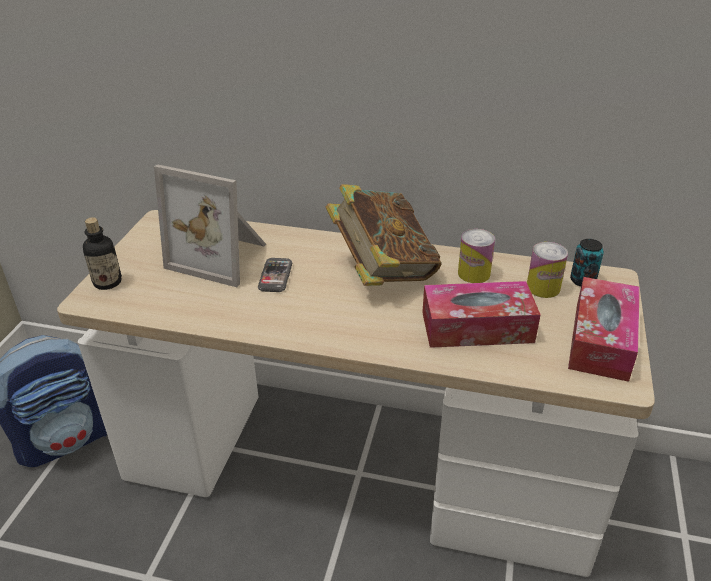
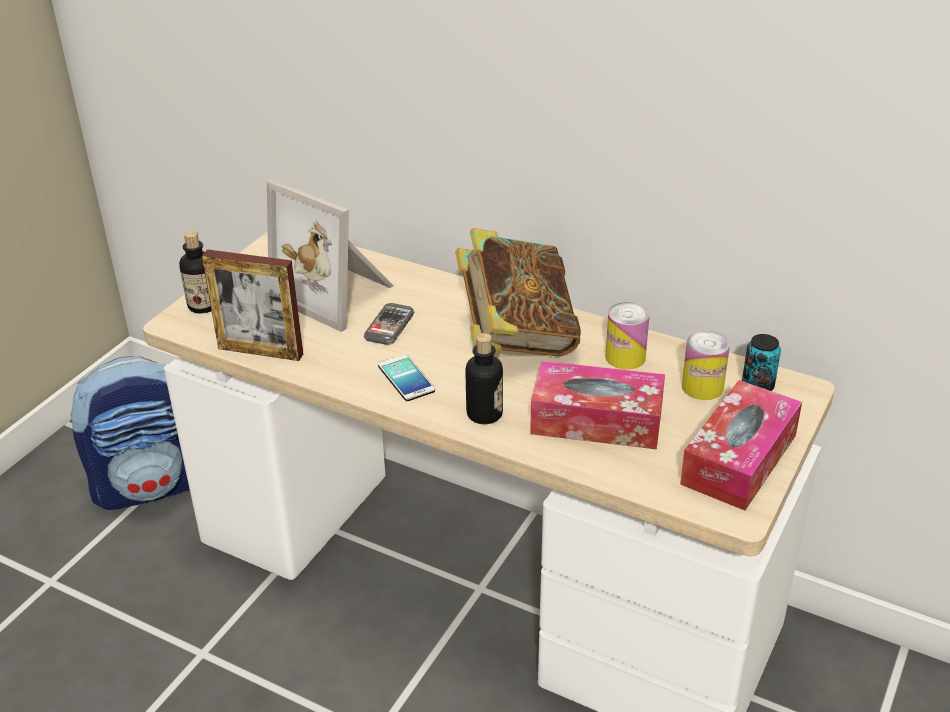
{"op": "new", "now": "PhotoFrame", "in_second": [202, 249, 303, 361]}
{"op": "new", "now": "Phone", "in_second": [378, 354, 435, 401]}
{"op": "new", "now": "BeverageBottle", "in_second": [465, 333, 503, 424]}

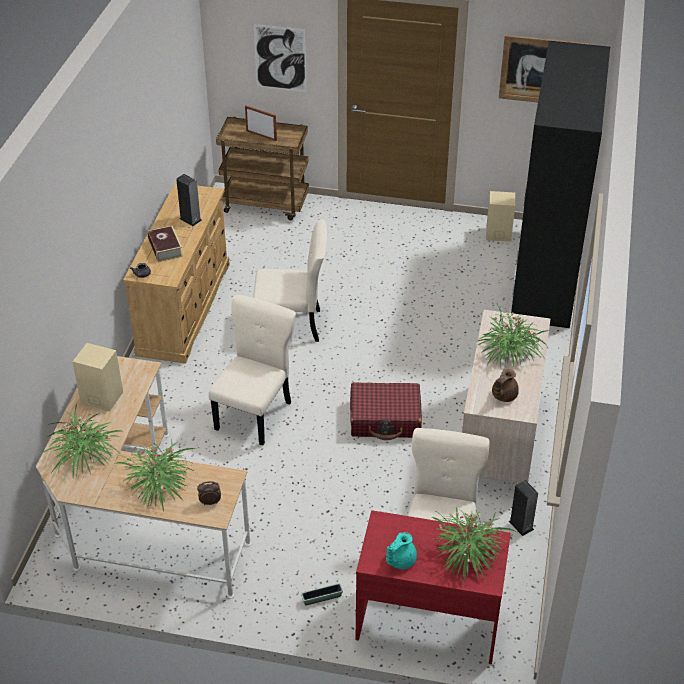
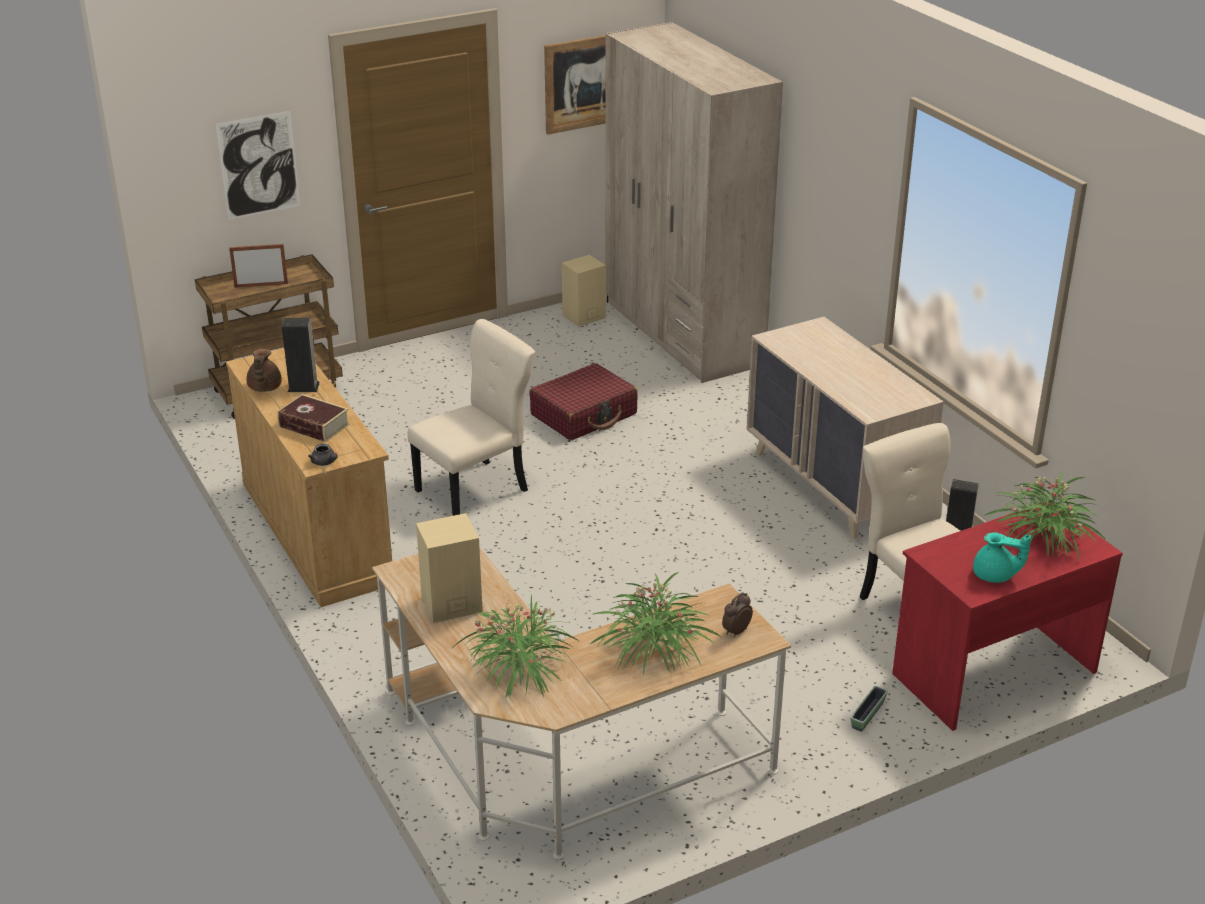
{"op": "shifted", "was": "BrownColouredTeaPot", "in_first": [492, 369, 519, 402], "in_second": [246, 349, 282, 392]}
{"op": "shifted", "was": "RedPieceOfLuggage", "in_first": [350, 382, 422, 440], "in_second": [529, 363, 637, 440]}
{"op": "repainted", "was": "BlackColouredWardrobe", "now": "BeigeColouredWardrobe", "in_first": [511, 41, 610, 328], "in_second": [605, 22, 783, 383]}
{"op": "rotated", "was": "TurquoiseColouredTeaPot", "in_first": [386, 532, 417, 569], "in_second": [973, 532, 1031, 583], "clockwise": -75}
{"op": "gone", "was": "BeigeColouredPlainChair", "in_first": [209, 295, 296, 446]}
{"op": "gone", "was": "PlantInAPot", "in_first": [478, 304, 548, 370]}

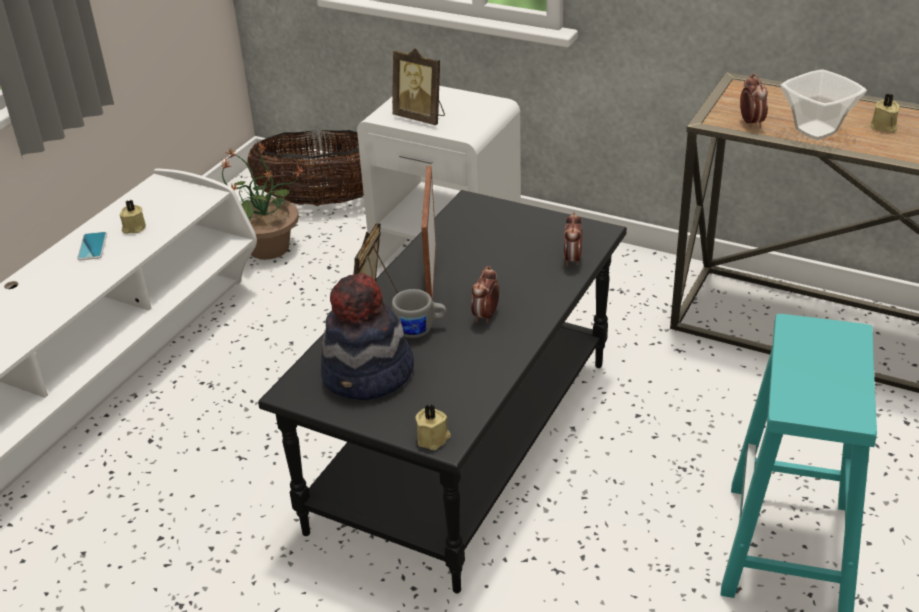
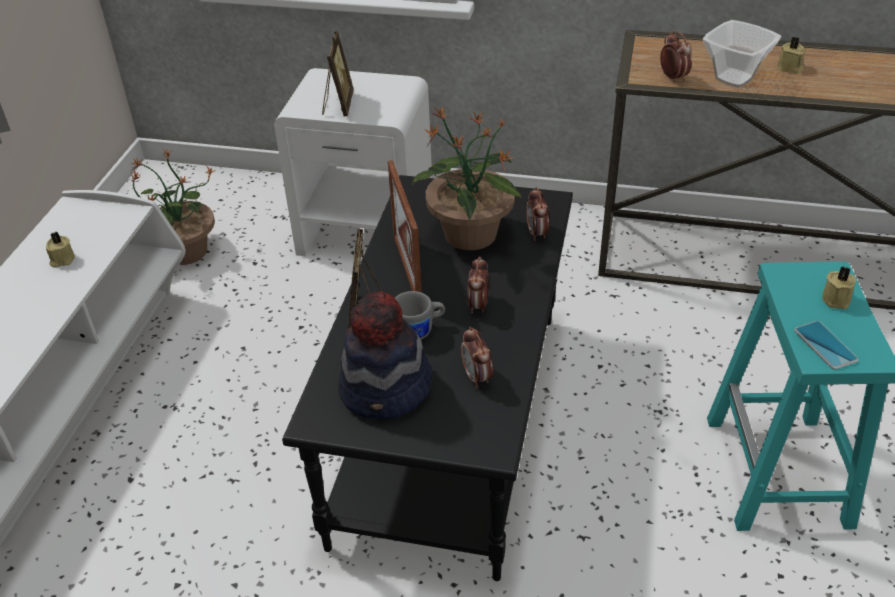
{"op": "rotated", "was": "PhotoFrame", "in_first": [392, 48, 445, 125], "in_second": [322, 31, 354, 116], "clockwise": -105}
{"op": "new", "now": "PlantInAPot", "in_second": [412, 106, 522, 250]}
{"op": "new", "now": "AlarmClock", "in_second": [461, 327, 493, 388]}
{"op": "shifted", "was": "Phone", "in_first": [77, 232, 107, 260], "in_second": [794, 321, 858, 369]}
{"op": "shifted", "was": "BeigeColouredCandle", "in_first": [416, 404, 451, 450], "in_second": [822, 267, 856, 309]}
{"op": "gone", "was": "HouseholdBasket", "in_first": [246, 130, 364, 205]}

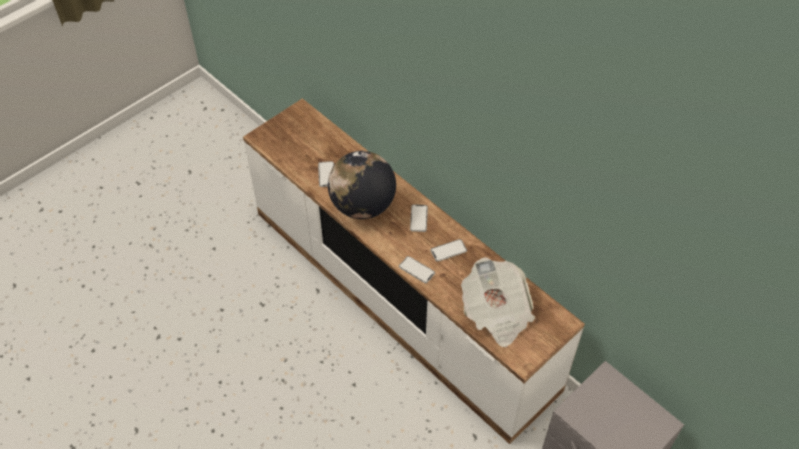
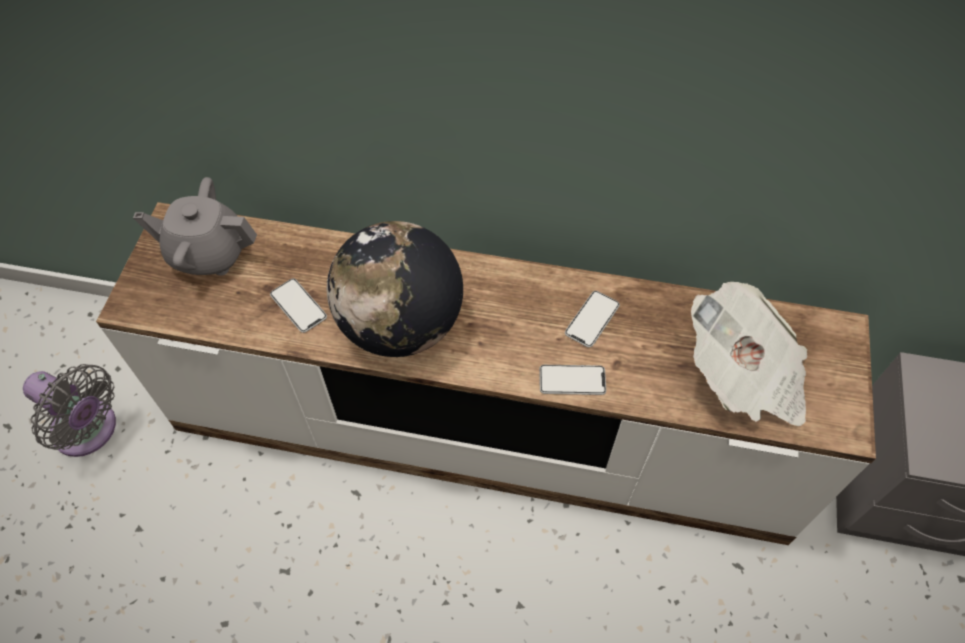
{"op": "new", "now": "GrayCoolingFan", "in_second": [23, 364, 116, 457]}
{"op": "new", "now": "GrayTeaPot", "in_second": [133, 177, 257, 276]}
{"op": "gone", "was": "Phone", "in_first": [410, 204, 428, 232]}

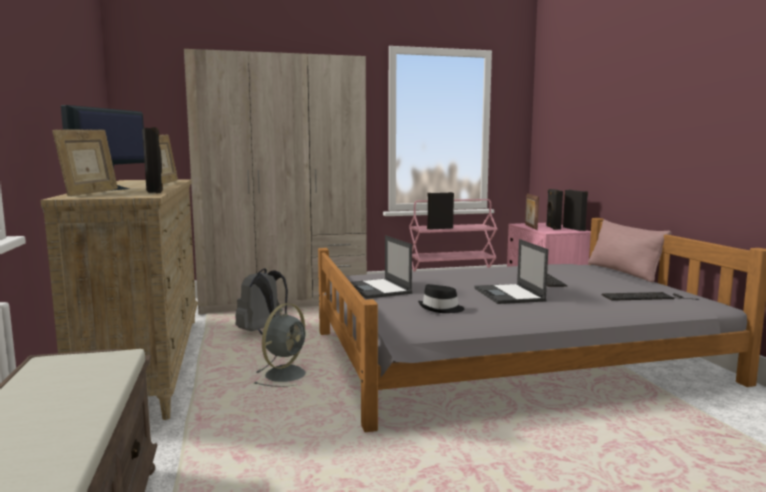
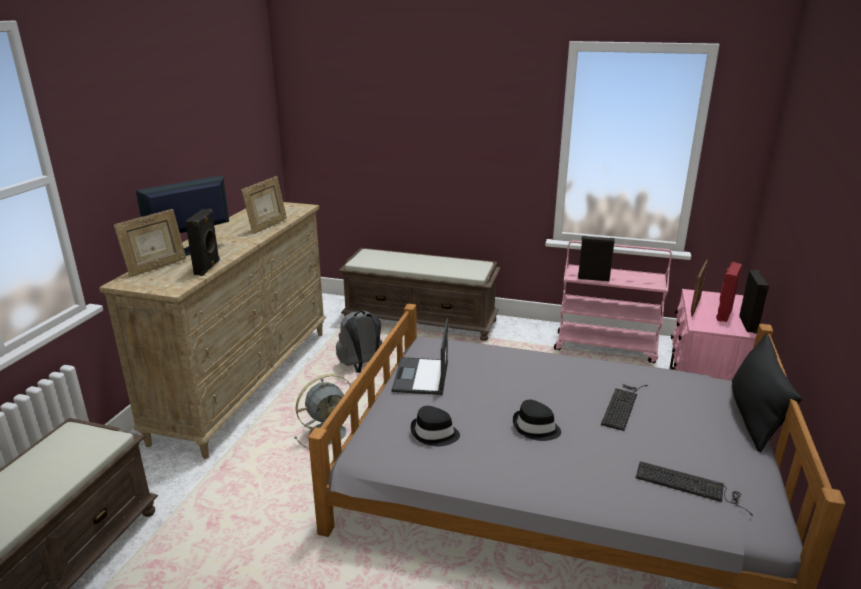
{"op": "swapped", "was": "BeigeColouredWardrobe", "now": "BrownColouredBench", "in_first": [184, 49, 367, 315], "in_second": [338, 248, 501, 341]}
{"op": "swapped", "was": "NotebookComputer", "now": "BlackColouredClothingHat", "in_first": [475, 239, 548, 304], "in_second": [513, 400, 561, 441]}
{"op": "repainted", "was": "BlackColouredSpeaker", "now": "RedSpeaker", "in_first": [546, 189, 563, 230], "in_second": [716, 262, 742, 322]}
{"op": "repainted", "was": "PinkColouredPillow", "now": "BlackColouredPillow", "in_first": [588, 220, 671, 283], "in_second": [732, 334, 802, 452]}

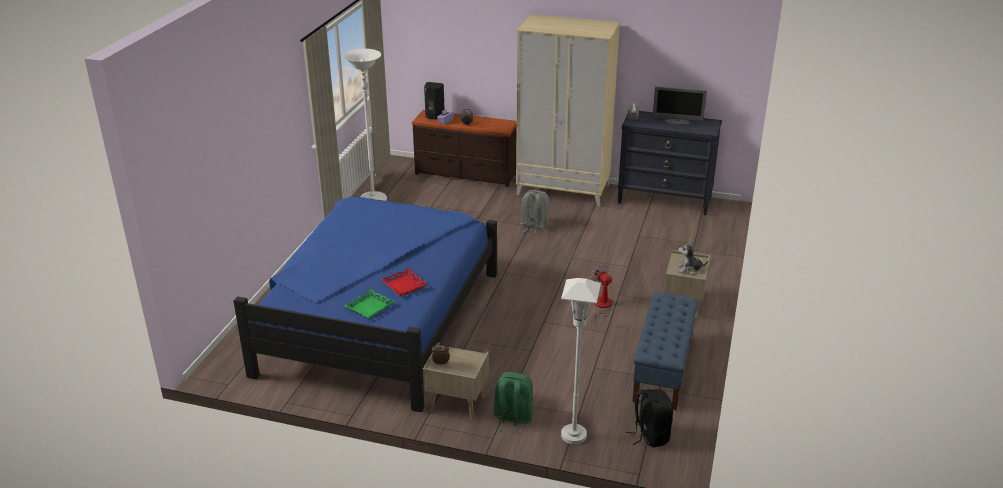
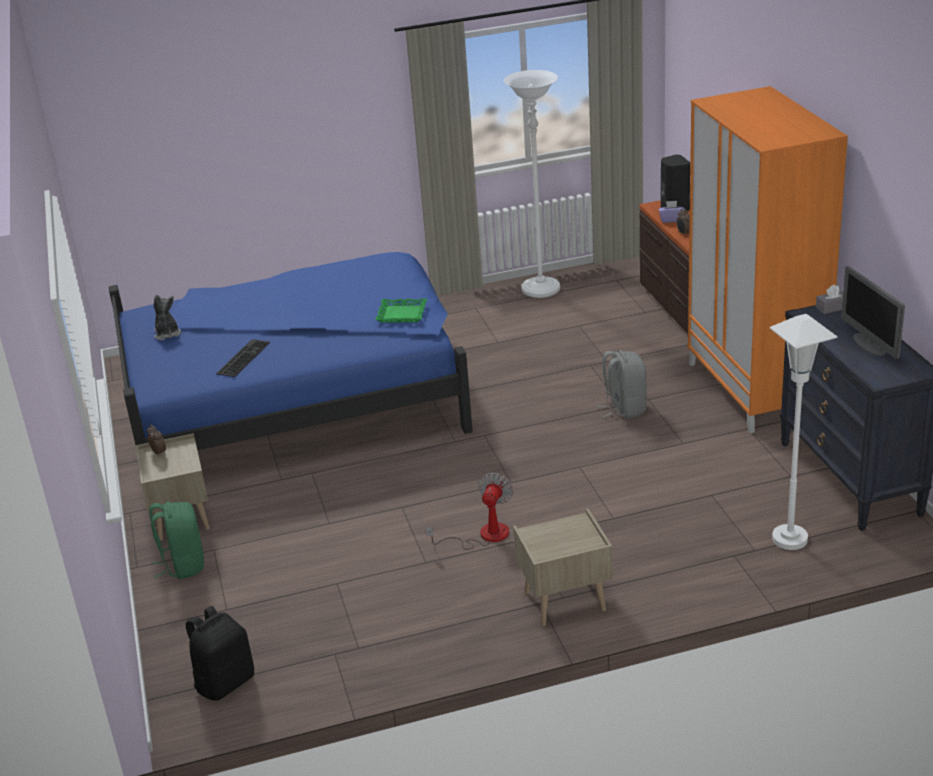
{"op": "shifted", "was": "SoftToy", "in_first": [678, 241, 708, 275], "in_second": [154, 295, 181, 340]}
{"op": "swapped", "was": "RedCarryingTray", "now": "Keyboard", "in_first": [381, 269, 428, 296], "in_second": [216, 339, 270, 377]}
{"op": "shifted", "was": "GreenishCarryingTray", "in_first": [344, 289, 395, 319], "in_second": [375, 298, 427, 323]}
{"op": "repainted", "was": "BeigeColouredWardrobe", "now": "OrangeColouredWardrobe", "in_first": [516, 14, 620, 206], "in_second": [687, 86, 848, 433]}
{"op": "shifted", "was": "WhiteColouredStandingLamp", "in_first": [561, 278, 601, 444], "in_second": [769, 314, 838, 550]}
{"op": "gone", "was": "BlueColouredBench", "in_first": [632, 292, 698, 410]}

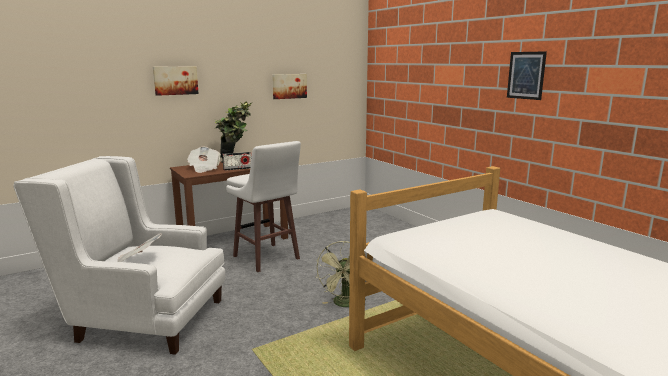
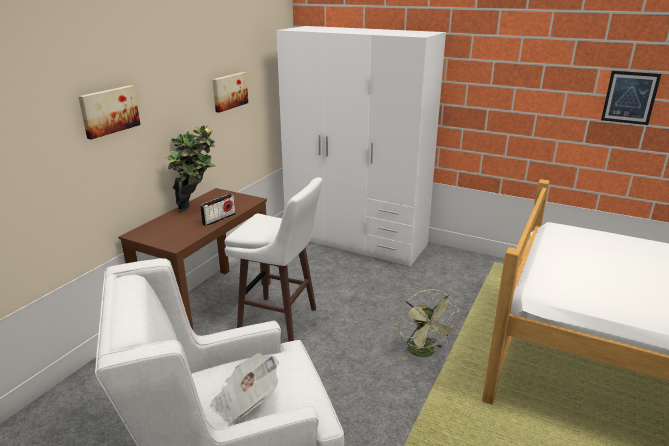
{"op": "new", "now": "WhiteColouredWardrobe", "in_second": [276, 26, 446, 267]}
{"op": "shifted", "was": "WallArt", "in_first": [507, 51, 547, 100], "in_second": [601, 71, 661, 125]}
{"op": "gone", "was": "DailyPaper", "in_first": [187, 147, 221, 173]}

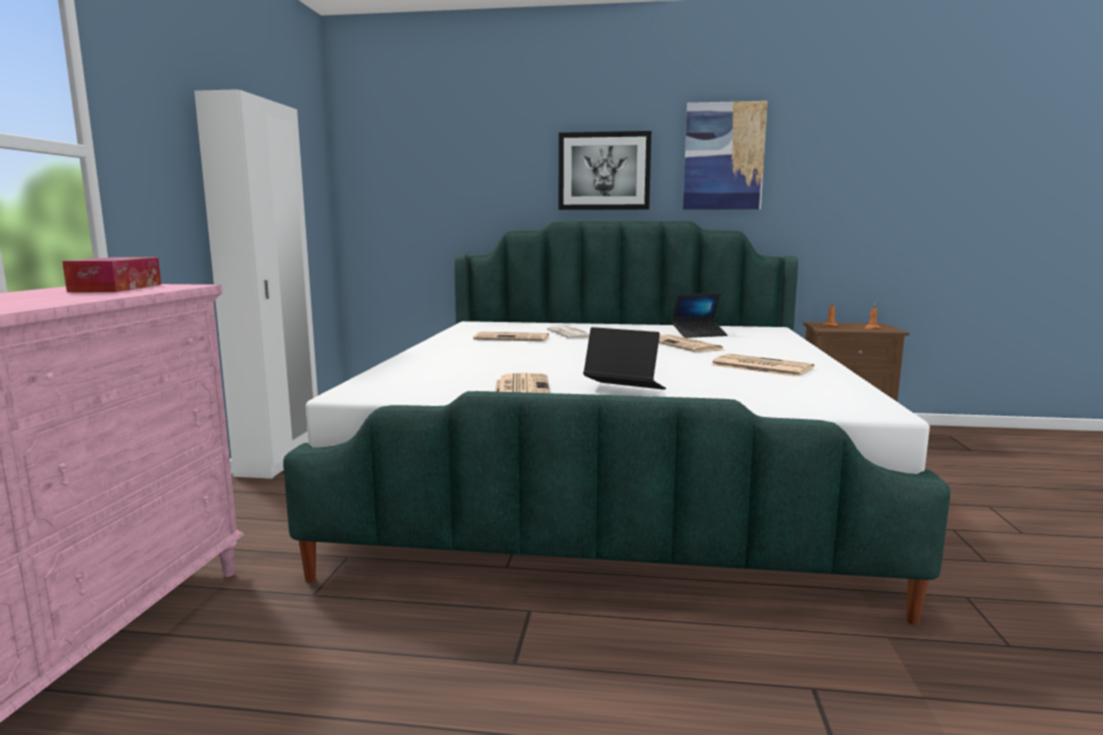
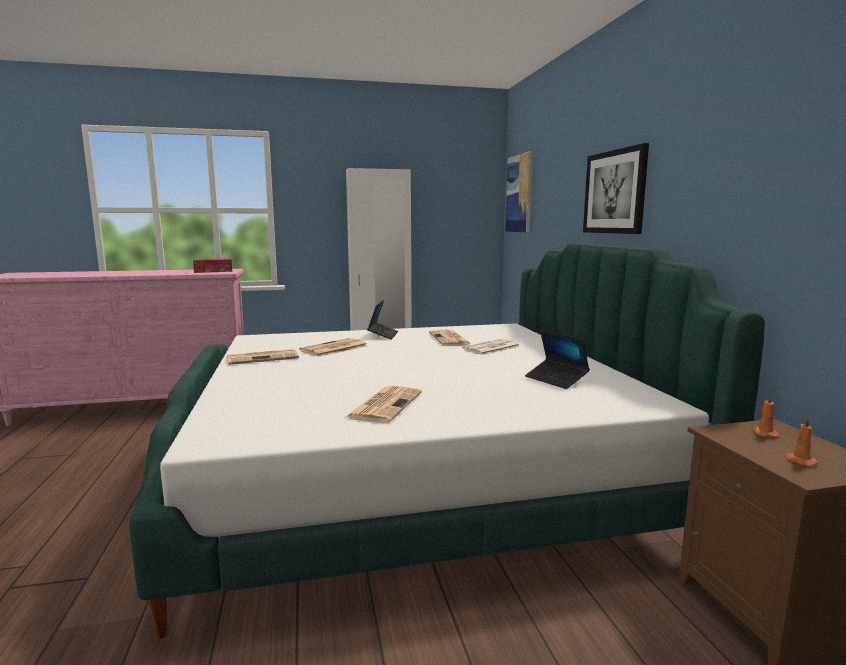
{"op": "shifted", "was": "DailyPaper", "in_first": [659, 335, 723, 352], "in_second": [299, 338, 368, 357]}
{"op": "shifted", "was": "NotebookComputer", "in_first": [583, 327, 666, 390], "in_second": [367, 300, 398, 340]}
{"op": "shifted", "was": "WallArt", "in_first": [683, 101, 768, 210], "in_second": [505, 151, 532, 232]}

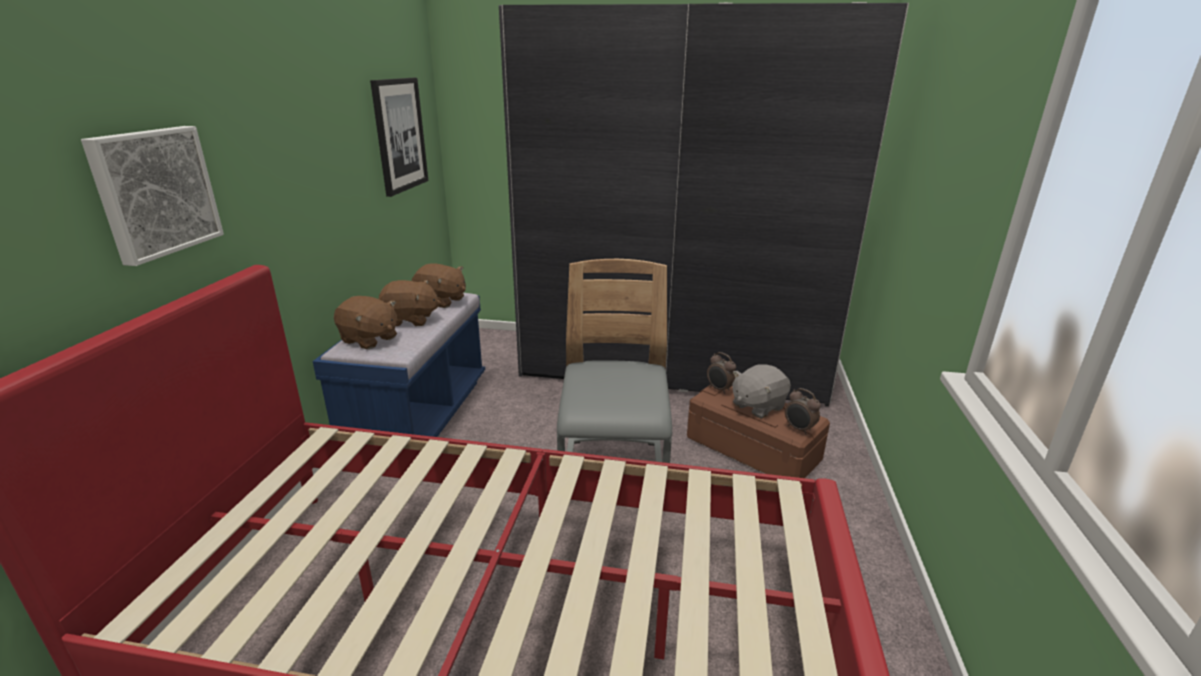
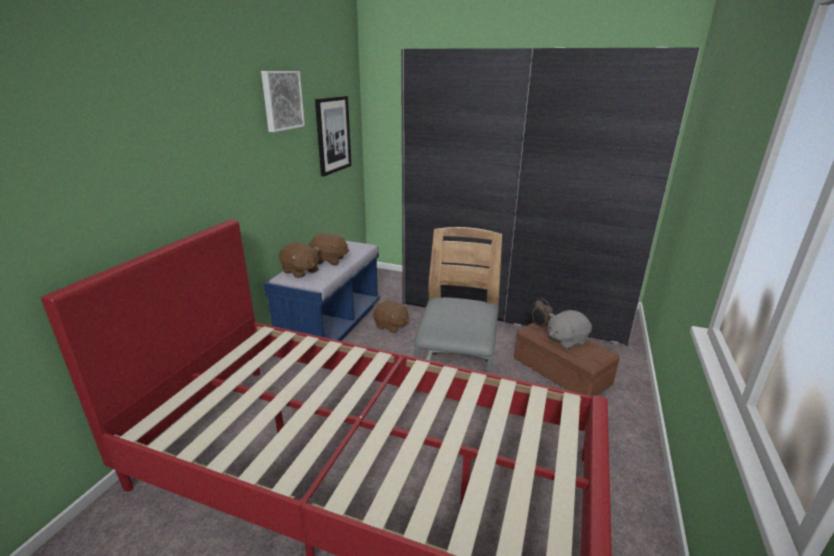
{"op": "shifted", "was": "WallArt", "in_first": [81, 126, 224, 266], "in_second": [261, 71, 305, 132]}
{"op": "shifted", "was": "BrownColouredSoftToy", "in_first": [412, 263, 466, 308], "in_second": [373, 301, 409, 333]}
{"op": "gone", "was": "AlarmClock", "in_first": [785, 388, 821, 435]}

